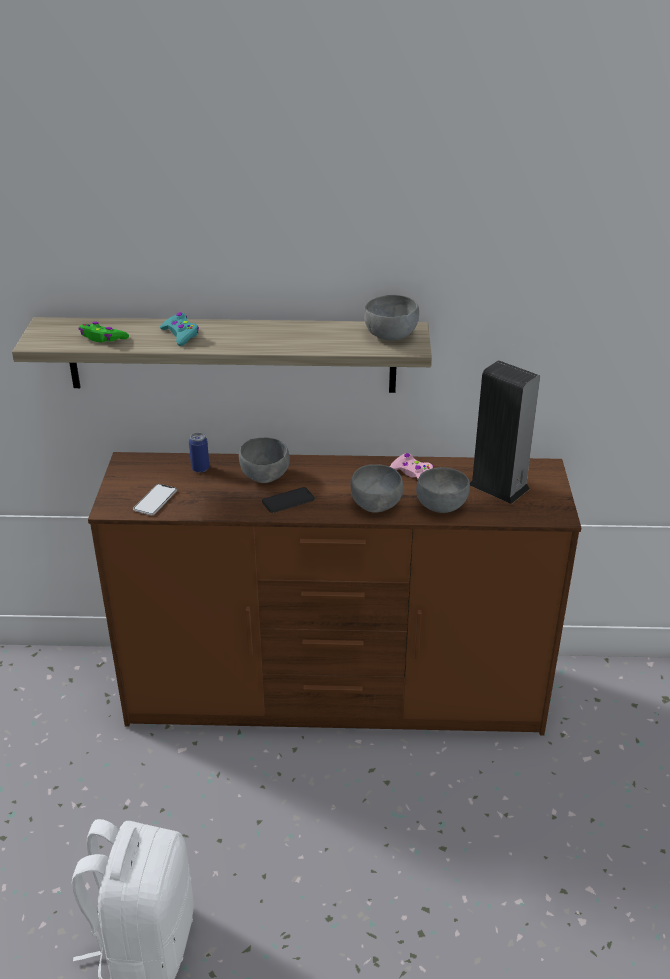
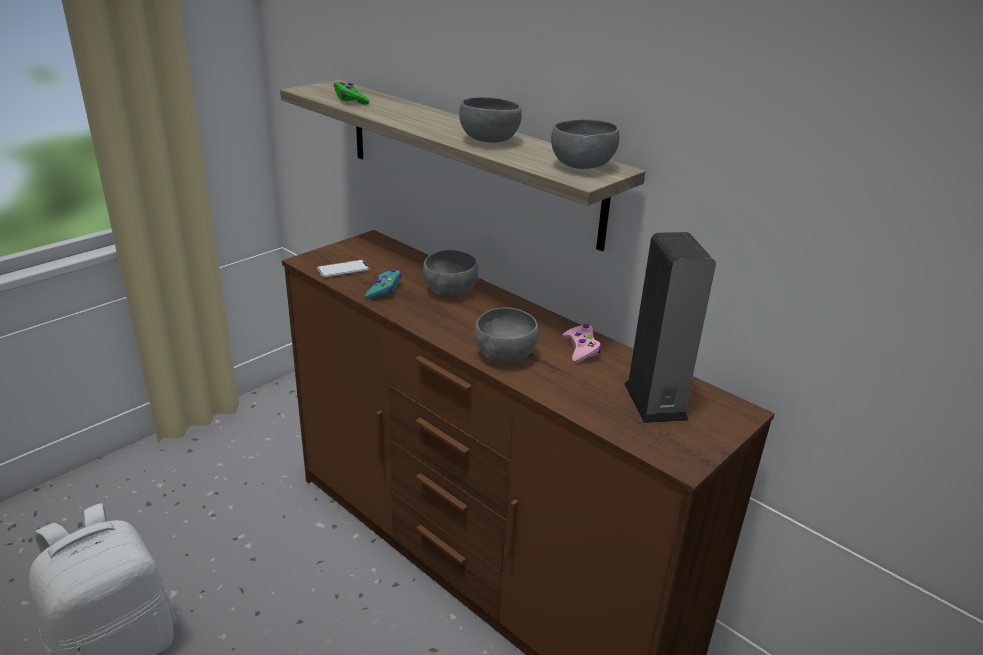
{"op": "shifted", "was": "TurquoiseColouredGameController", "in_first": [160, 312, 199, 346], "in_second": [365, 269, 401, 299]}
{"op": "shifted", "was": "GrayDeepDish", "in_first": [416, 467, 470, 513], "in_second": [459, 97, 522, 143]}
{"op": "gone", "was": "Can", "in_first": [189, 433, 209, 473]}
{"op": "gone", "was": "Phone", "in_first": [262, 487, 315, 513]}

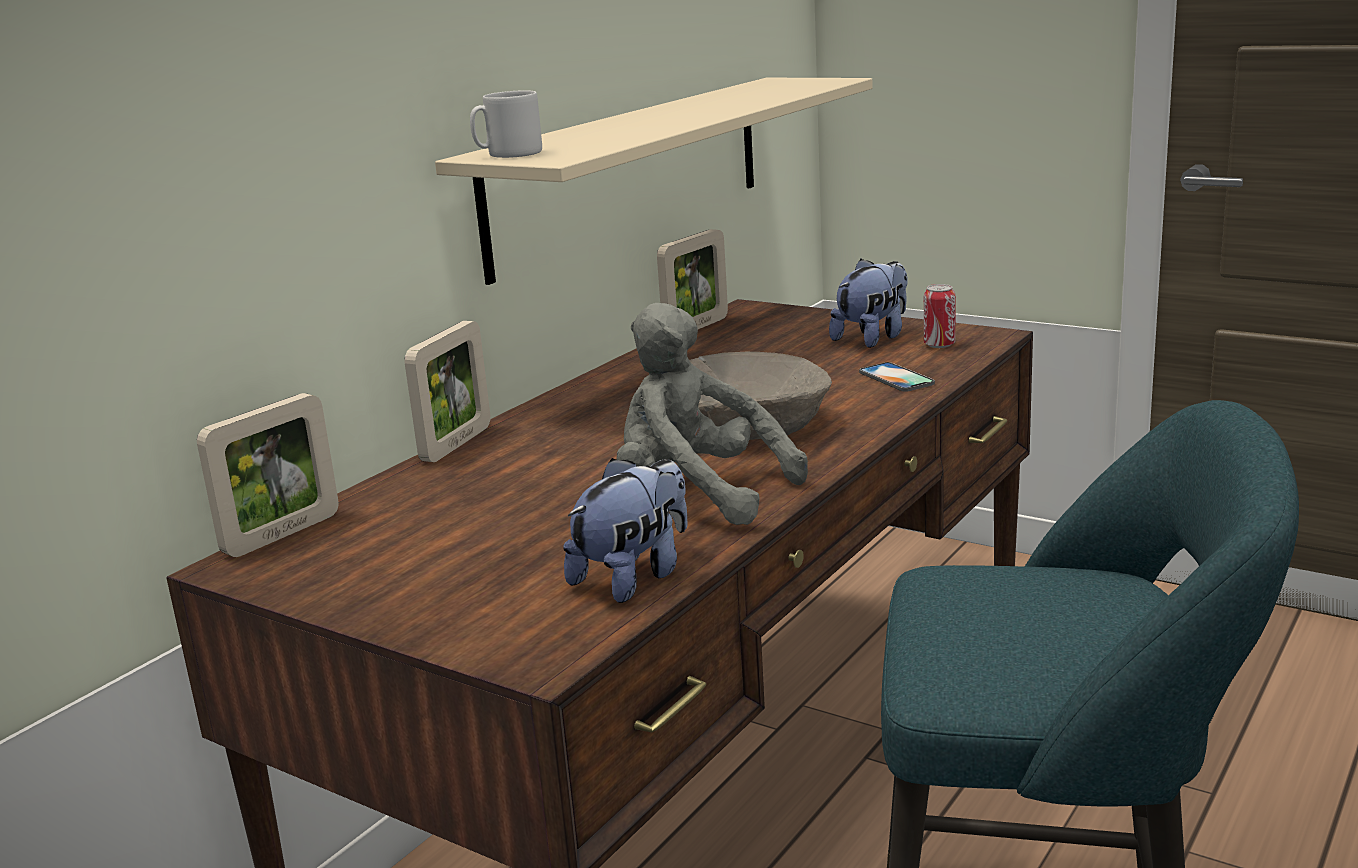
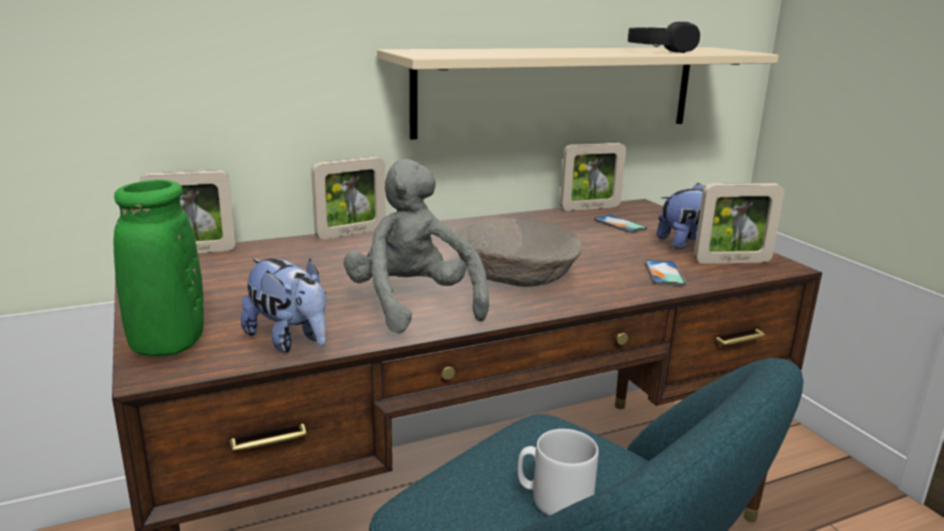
{"op": "new", "now": "GreenishFlowerVase", "in_second": [113, 180, 204, 356]}
{"op": "rotated", "was": "SoftToy", "in_first": [563, 458, 688, 603], "in_second": [241, 258, 326, 353], "clockwise": 60}
{"op": "shifted", "was": "GrayCoffeeMug", "in_first": [470, 90, 542, 158], "in_second": [517, 429, 599, 516]}
{"op": "new", "now": "Phone", "in_second": [594, 215, 647, 233]}
{"op": "new", "now": "BlackColouredHeadphones", "in_second": [628, 22, 700, 53]}
{"op": "swapped", "was": "Can", "now": "PhotoFrame", "in_first": [924, 284, 956, 348], "in_second": [694, 183, 784, 264]}

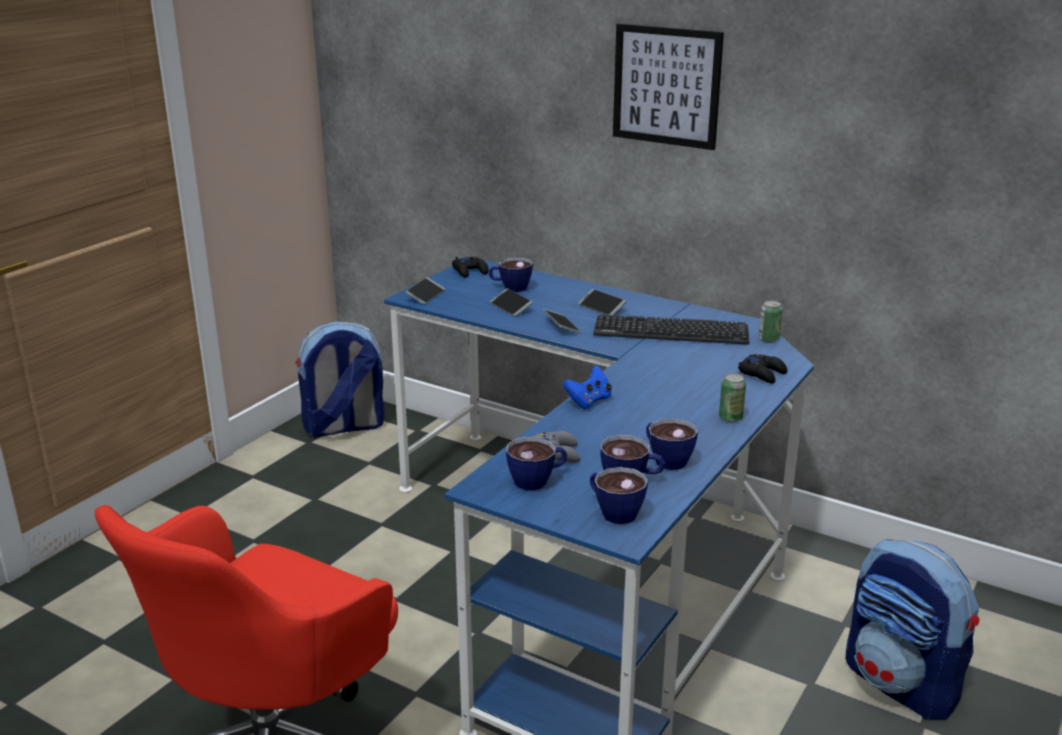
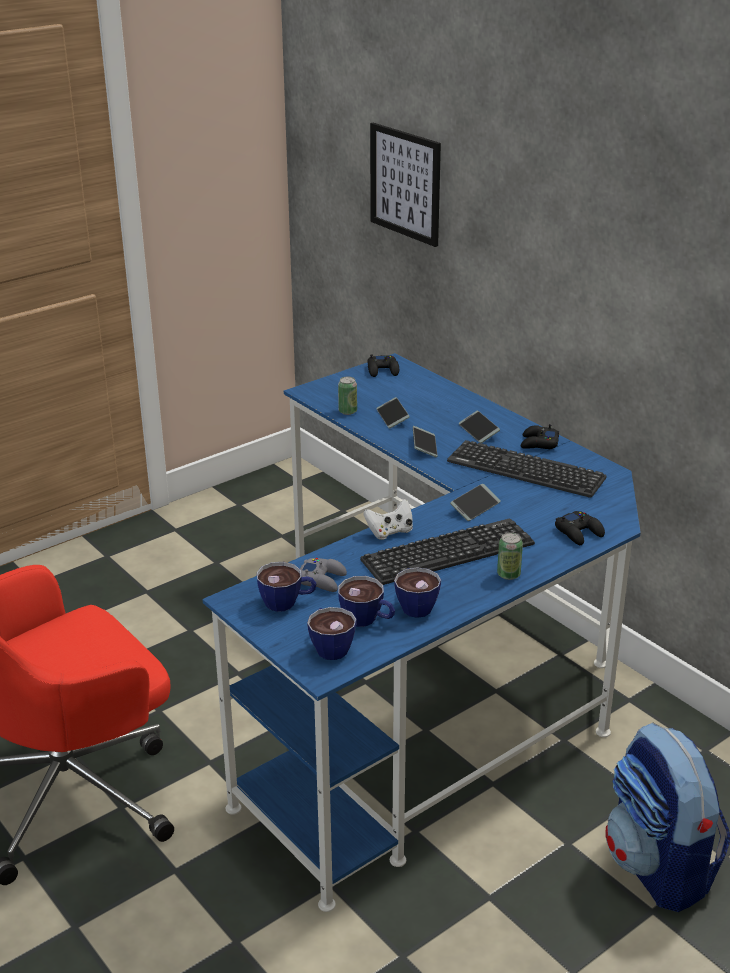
{"op": "shifted", "was": "Can", "in_first": [758, 300, 782, 343], "in_second": [338, 377, 357, 415]}
{"op": "new", "now": "Keyboard", "in_second": [360, 518, 535, 585]}
{"op": "repainted", "was": "BlueColouredGameController", "now": "WhiteColouredGameController", "in_first": [563, 365, 612, 409], "in_second": [363, 499, 413, 540]}
{"op": "shifted", "was": "WallArt", "in_first": [613, 24, 724, 150], "in_second": [370, 123, 441, 247]}
{"op": "shifted", "was": "Phone", "in_first": [405, 277, 445, 305], "in_second": [450, 484, 501, 521]}
{"op": "new", "now": "BlackColouredGameController", "in_second": [521, 424, 559, 449]}
{"op": "gone", "was": "Knapsack", "in_first": [295, 321, 385, 437]}
{"op": "gone", "was": "Cup", "in_first": [489, 257, 533, 292]}

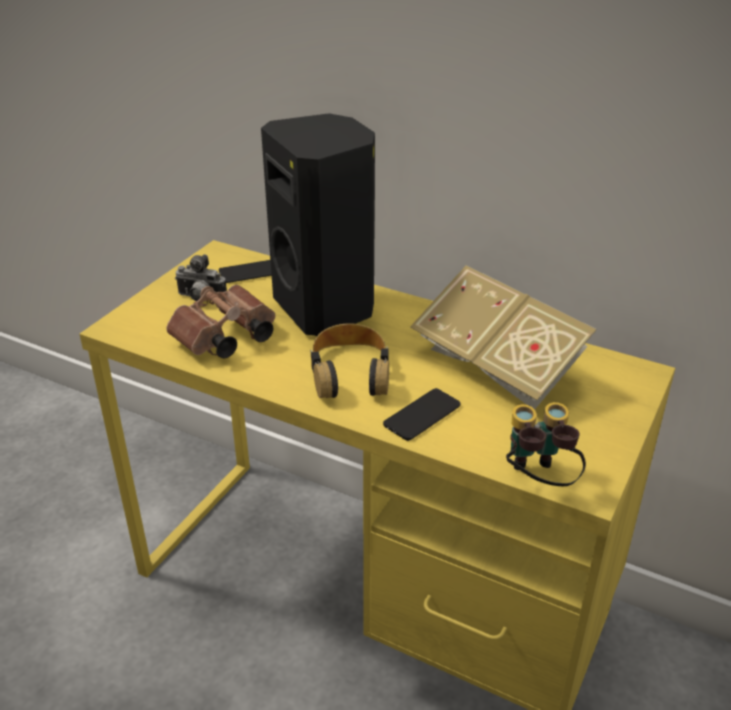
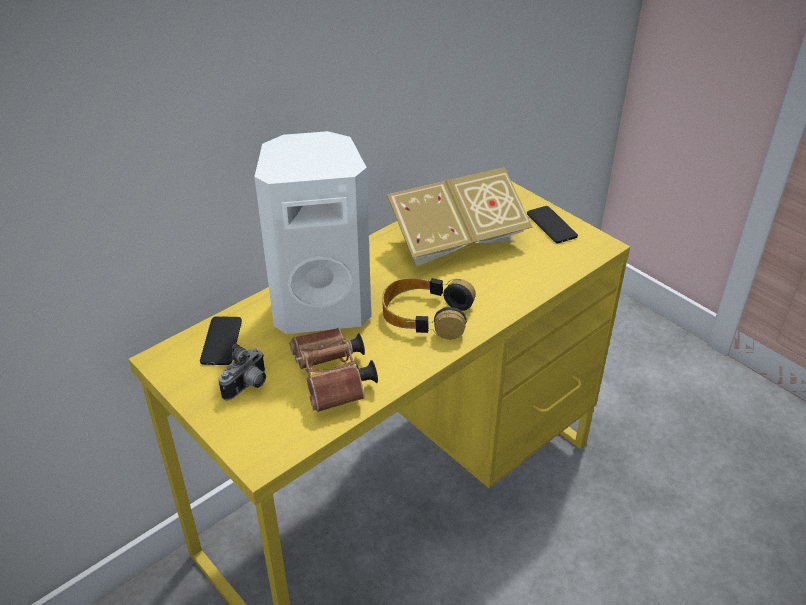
{"op": "repainted", "was": "BlackColouredSpeaker", "now": "WhiteColouredSpeaker", "in_first": [261, 113, 375, 336], "in_second": [254, 131, 371, 334]}
{"op": "shifted", "was": "Phone", "in_first": [383, 388, 460, 441], "in_second": [527, 206, 578, 243]}
{"op": "gone", "was": "PairOfBinoculars", "in_first": [506, 402, 586, 486]}

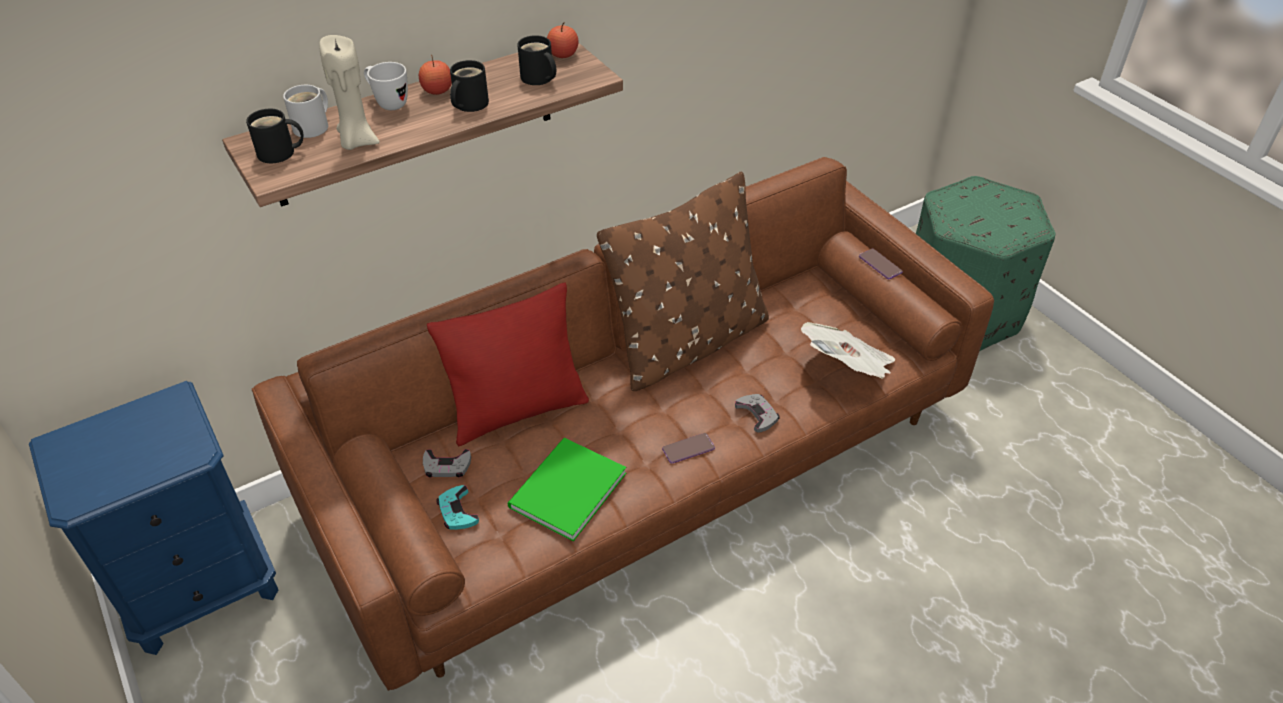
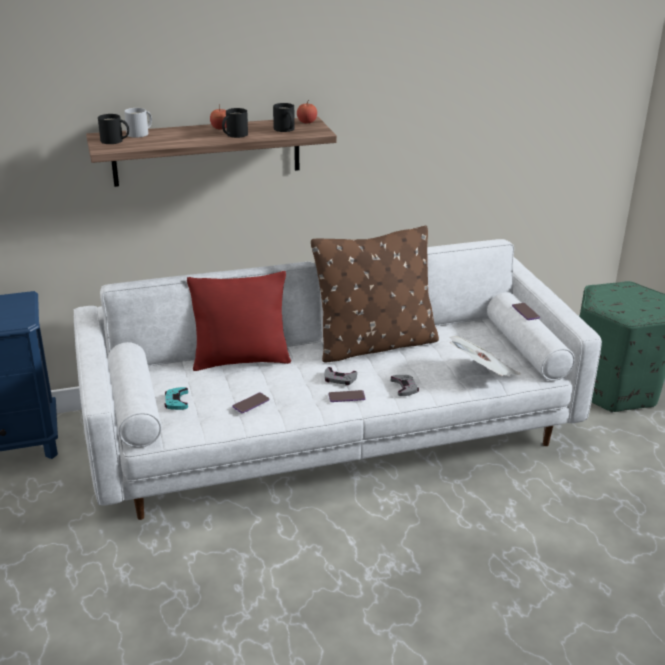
{"op": "repainted", "was": "BrownColouredSofa", "now": "WhiteColouredSofa", "in_first": [252, 157, 994, 691], "in_second": [74, 239, 602, 520]}
{"op": "swapped", "was": "GreenishBook", "now": "Phone", "in_first": [507, 438, 626, 542], "in_second": [232, 393, 270, 413]}
{"op": "shifted", "was": "GrayGameController", "in_first": [423, 449, 471, 477], "in_second": [324, 367, 357, 385]}
{"op": "gone", "was": "BeigeColouredCandle", "in_first": [319, 35, 380, 150]}
{"op": "gone", "was": "WhiteColouredCoffeeMug", "in_first": [364, 62, 408, 110]}

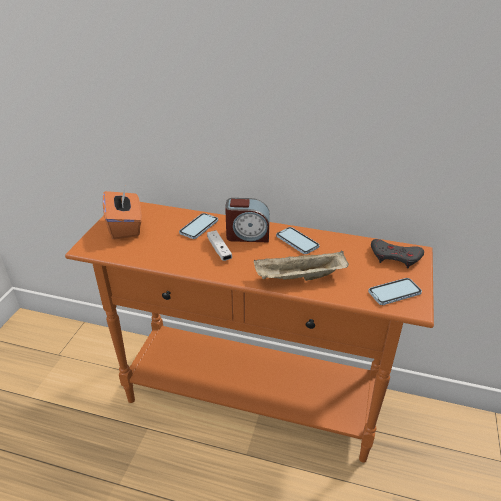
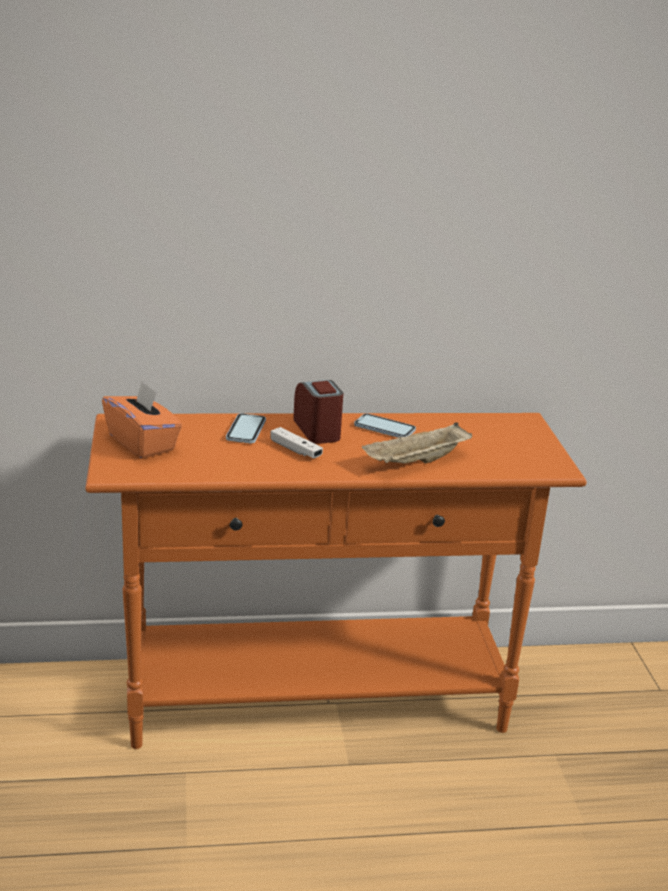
{"op": "rotated", "was": "AlarmClock", "in_first": [225, 198, 270, 243], "in_second": [293, 380, 343, 444], "clockwise": -90}
{"op": "gone", "was": "Phone", "in_first": [368, 278, 422, 305]}
{"op": "gone", "was": "GrayGameController", "in_first": [371, 239, 424, 268]}

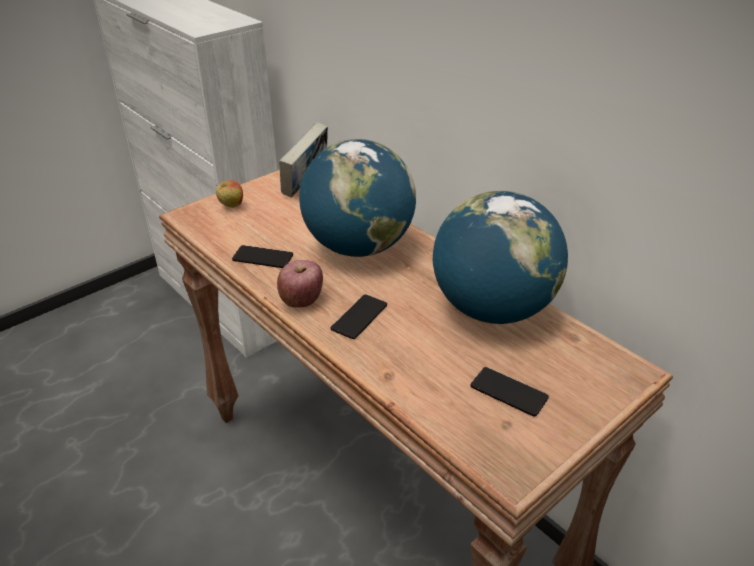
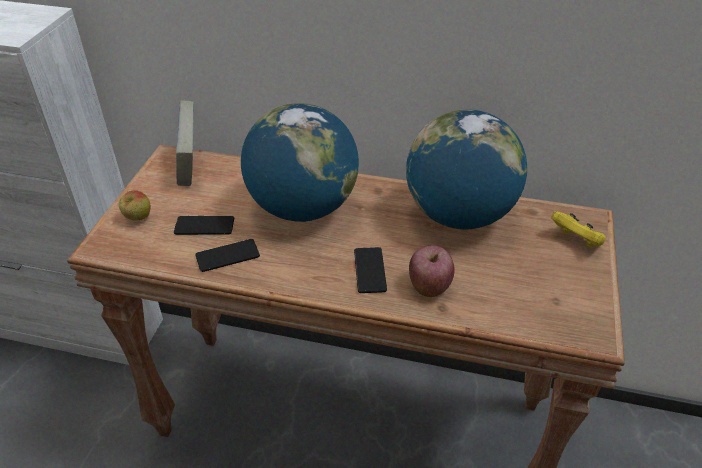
{"op": "shifted", "was": "Phone", "in_first": [470, 367, 549, 417], "in_second": [174, 216, 234, 235]}
{"op": "shifted", "was": "AppleFruit", "in_first": [277, 260, 323, 308], "in_second": [409, 245, 455, 297]}
{"op": "new", "now": "YellowishGameController", "in_second": [551, 211, 606, 247]}

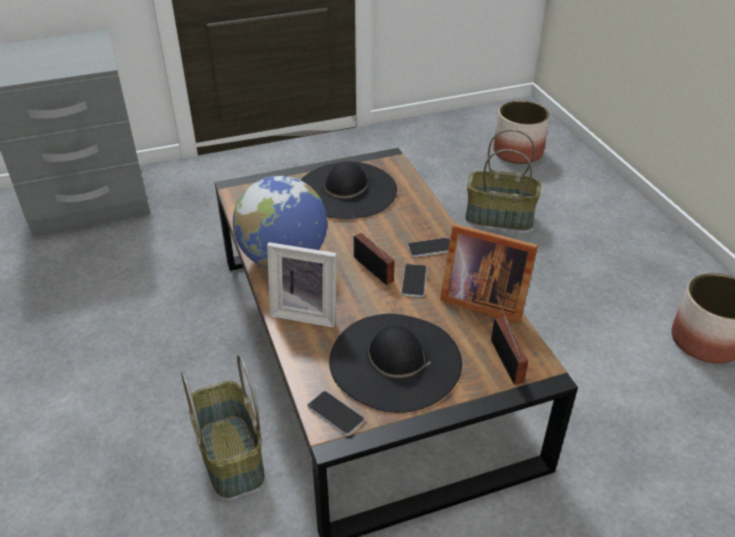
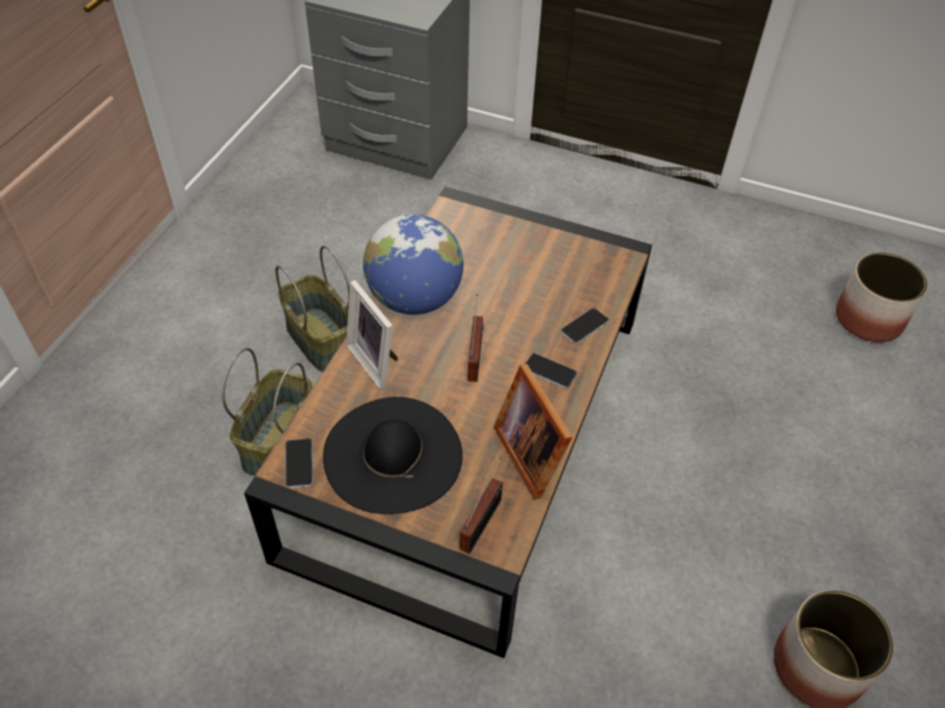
{"op": "shifted", "was": "HouseholdBasket", "in_first": [465, 129, 541, 231], "in_second": [275, 246, 350, 372]}
{"op": "shifted", "was": "Phone", "in_first": [401, 264, 427, 297], "in_second": [560, 308, 609, 344]}
{"op": "gone", "was": "BlackColouredClothingHat", "in_first": [301, 162, 397, 219]}

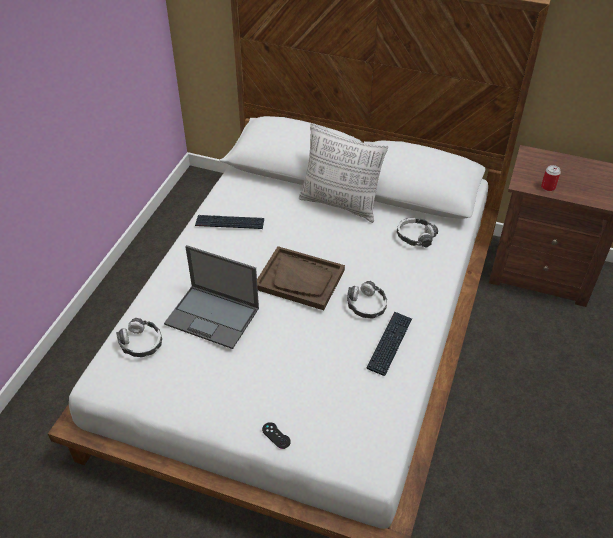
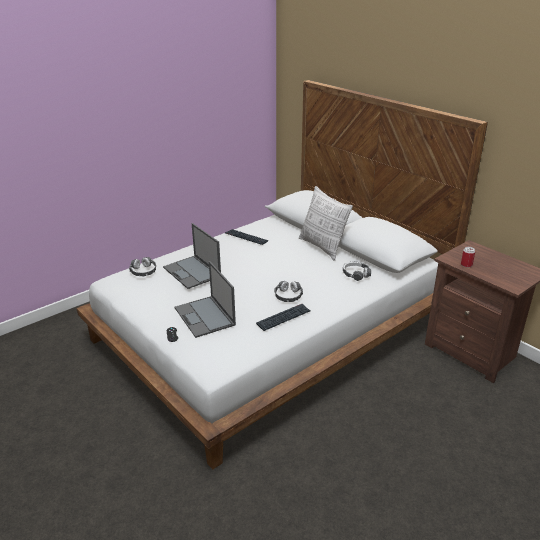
{"op": "new", "now": "NotebookComputer", "in_second": [175, 261, 236, 338]}
{"op": "gone", "was": "BrownColouredCarryingTray", "in_first": [257, 246, 345, 310]}

